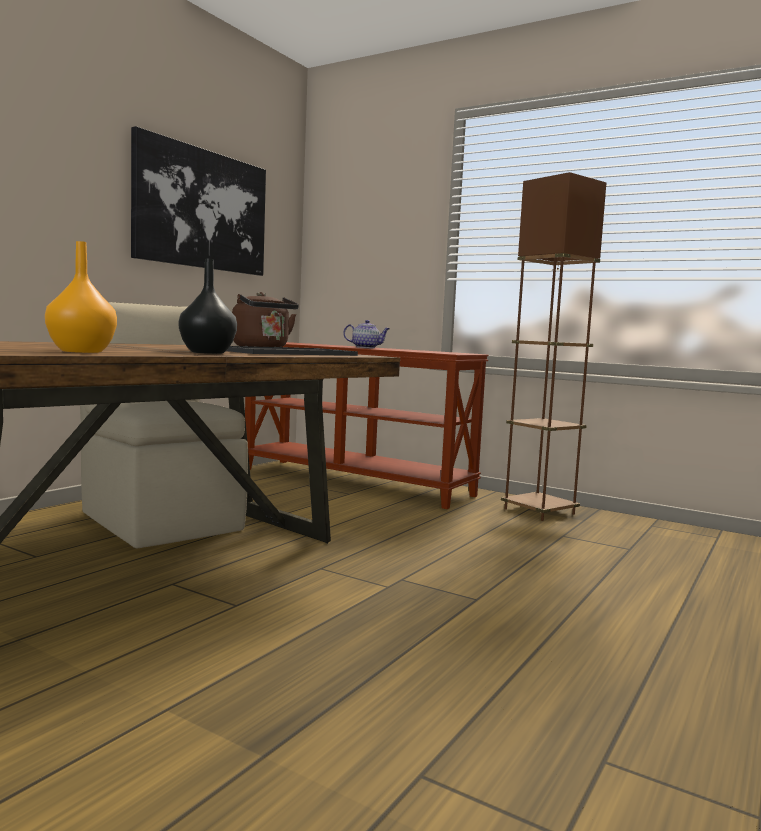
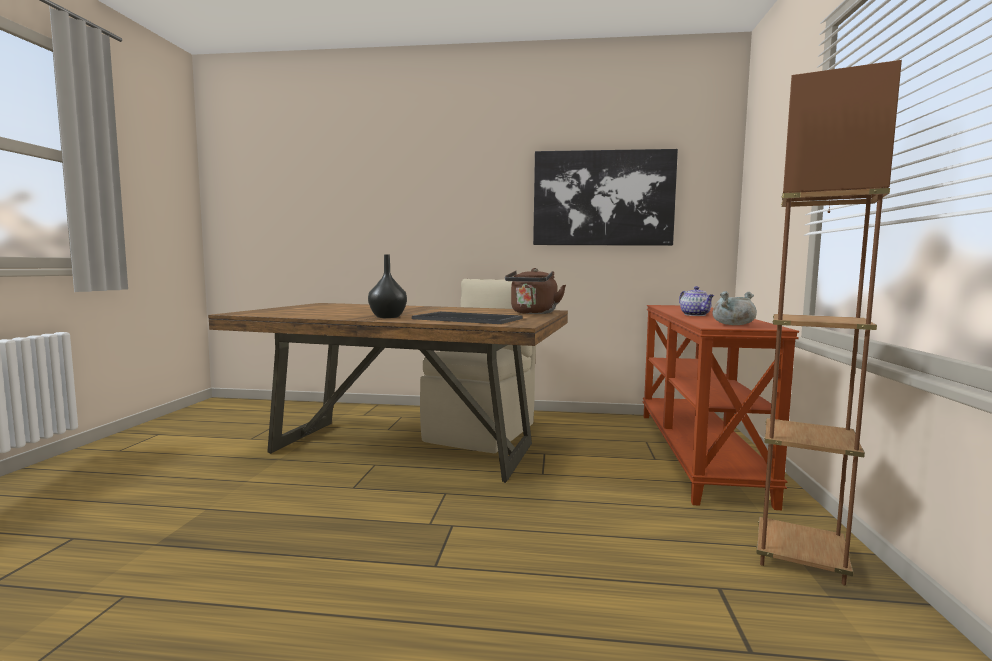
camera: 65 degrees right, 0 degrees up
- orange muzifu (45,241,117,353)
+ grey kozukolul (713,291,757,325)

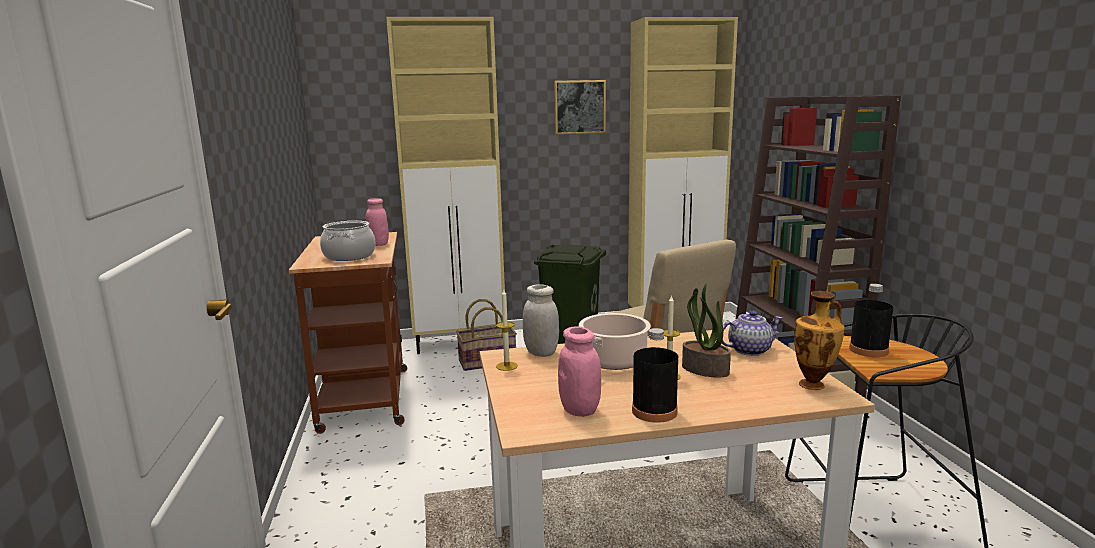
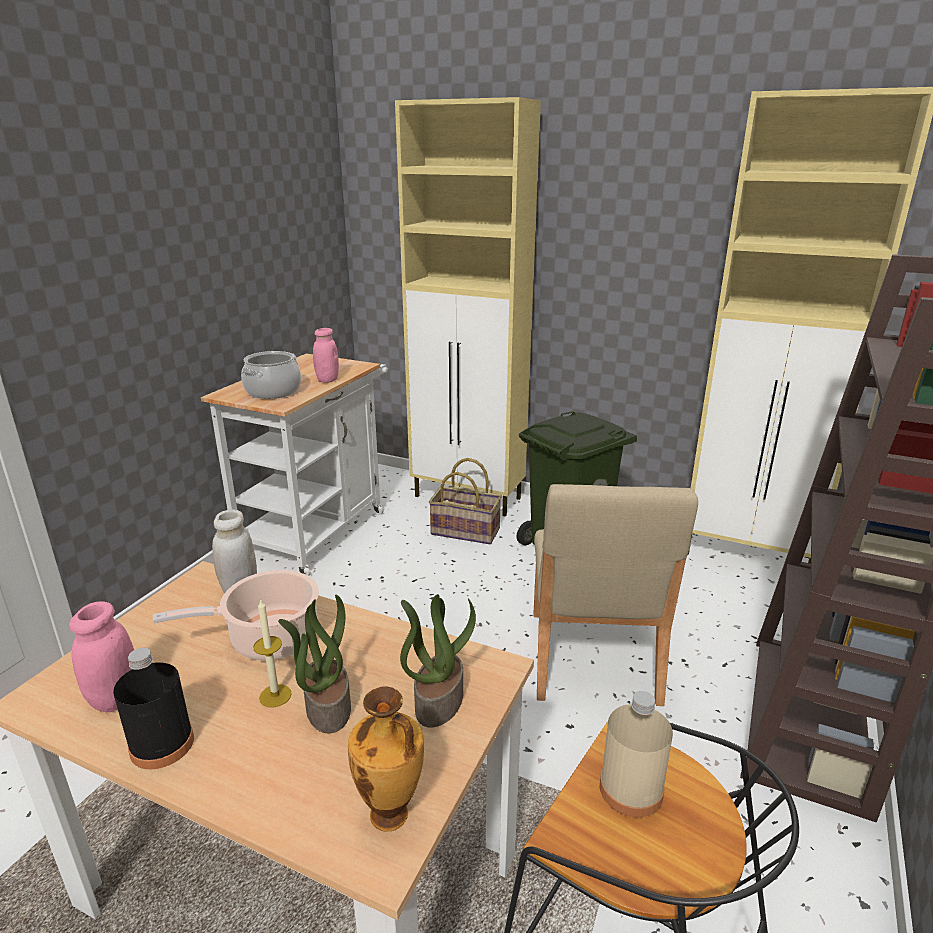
camera: 35 degrees right, 10 degrees up
- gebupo (554,80,606,135)
~ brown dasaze (289,232,407,434) to white dasaze (201,353,388,576)
~ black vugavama (849,284,894,357) to beige vugavama (600,691,673,817)
- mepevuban (496,290,518,371)
~ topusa (722,311,783,356) to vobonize (400,594,476,727)

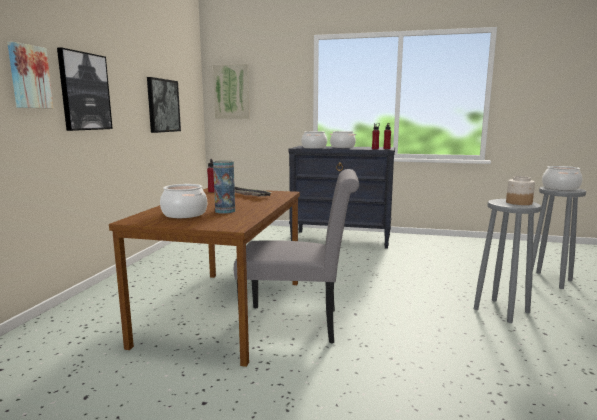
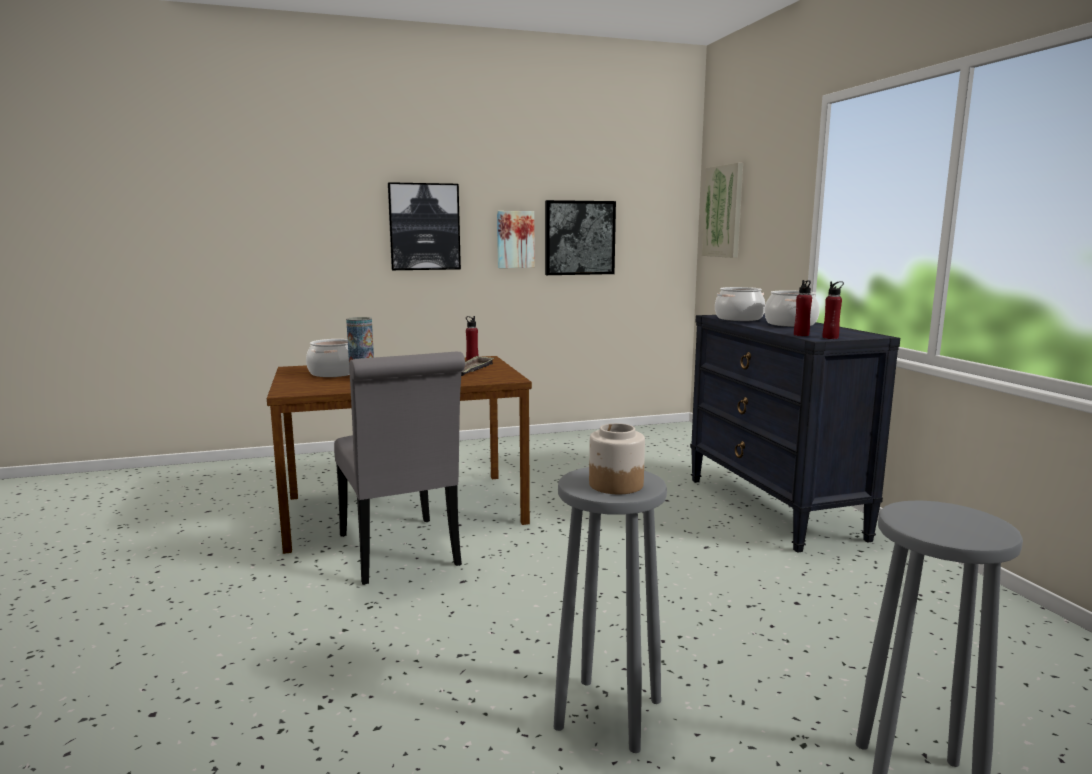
camera: 60 degrees right, 0 degrees up
~ gebupo (7,41,53,108) to (497,211,534,268)
- kozukolul (542,166,582,191)

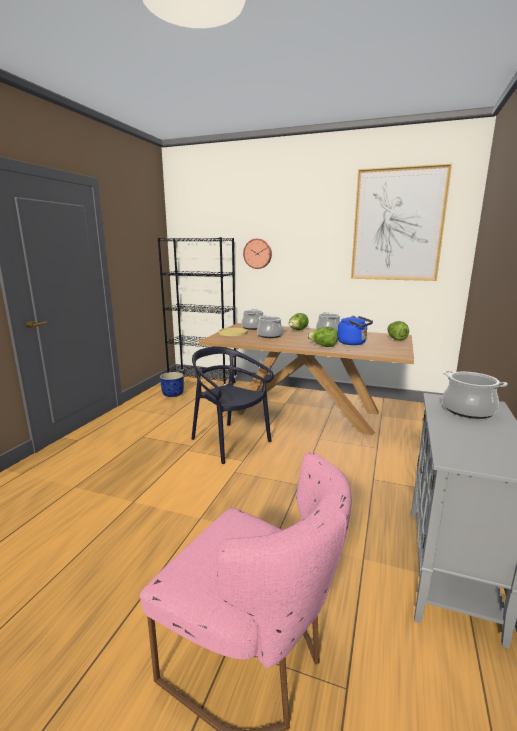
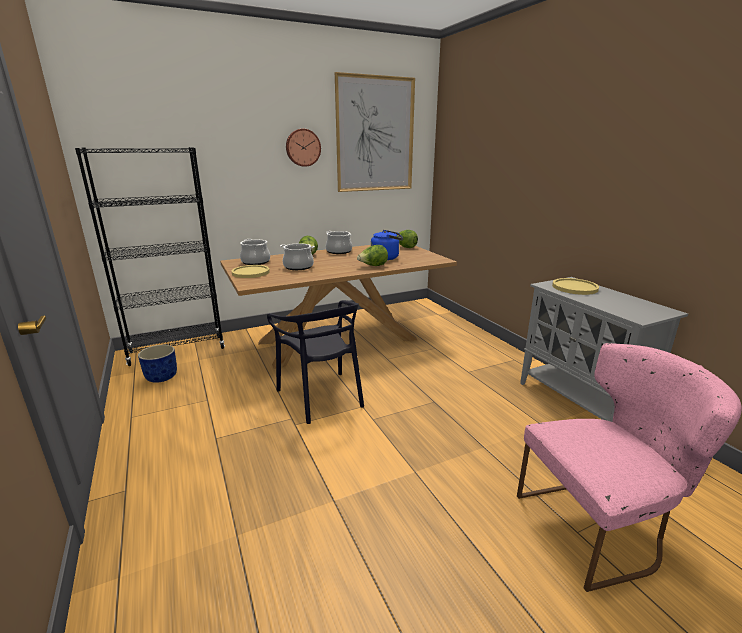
camera: 45 degrees left, 5 degrees up
~ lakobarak (243,239,272,269) to (286,129,321,167)
~ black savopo (191,347,274,464) = (267,300,364,424) 120 degrees counterclockwise
~ kozukolul (443,371,508,419) to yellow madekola (552,278,599,295)

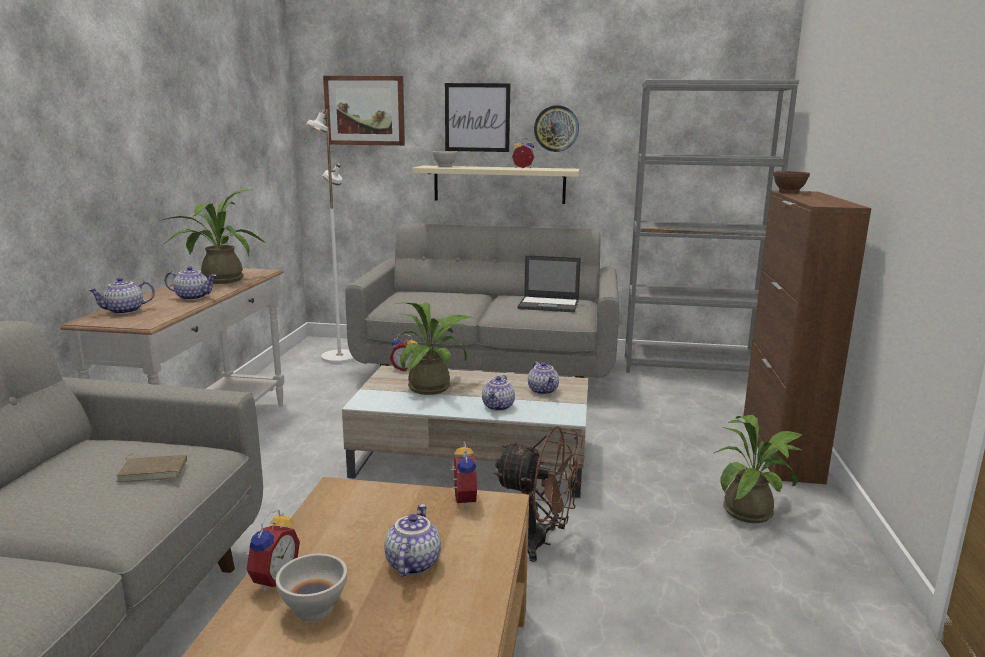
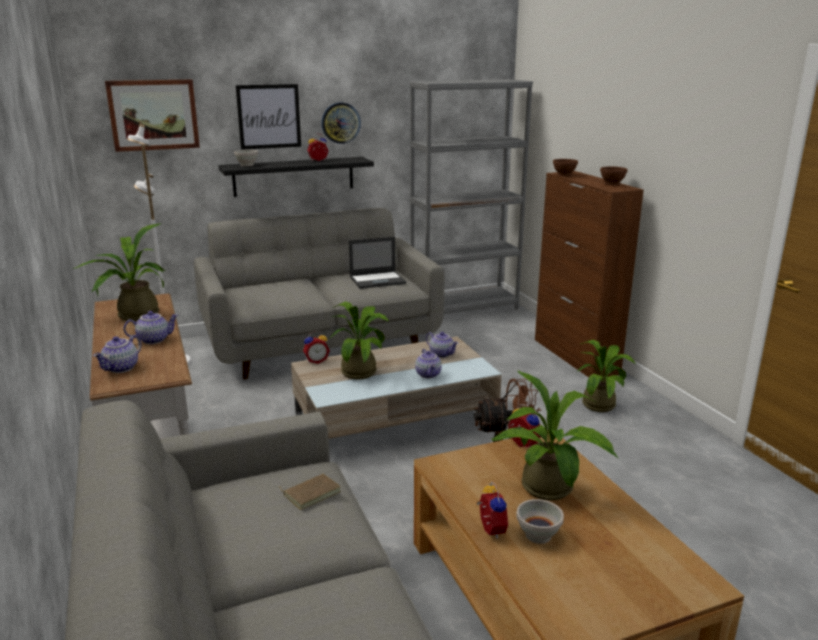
camera: 30 degrees left, 5 degrees up
~ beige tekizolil (412,165,580,204) to black tekizolil (219,157,374,197)
~ topusa (384,504,441,577) to vobonize (491,371,619,500)
+ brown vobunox (600,166,628,185)

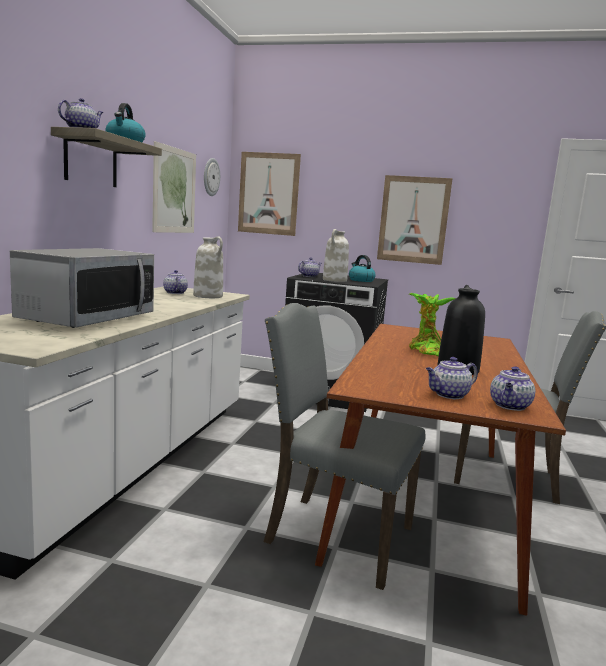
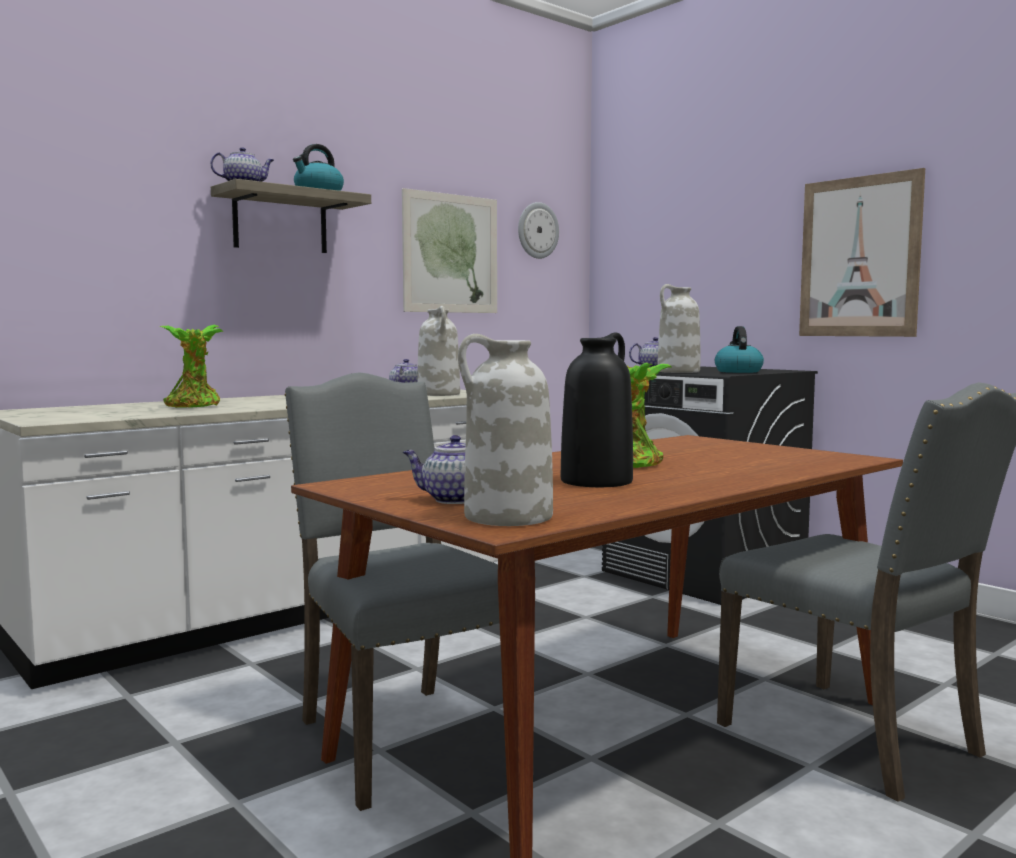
camera: 35 degrees right, 5 degrees down
- gebupo (238,152,301,236)
~ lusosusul (10,248,154,328) to vobonize (159,325,224,408)
~ topusa (490,366,535,411) to white muzifu (458,334,553,526)

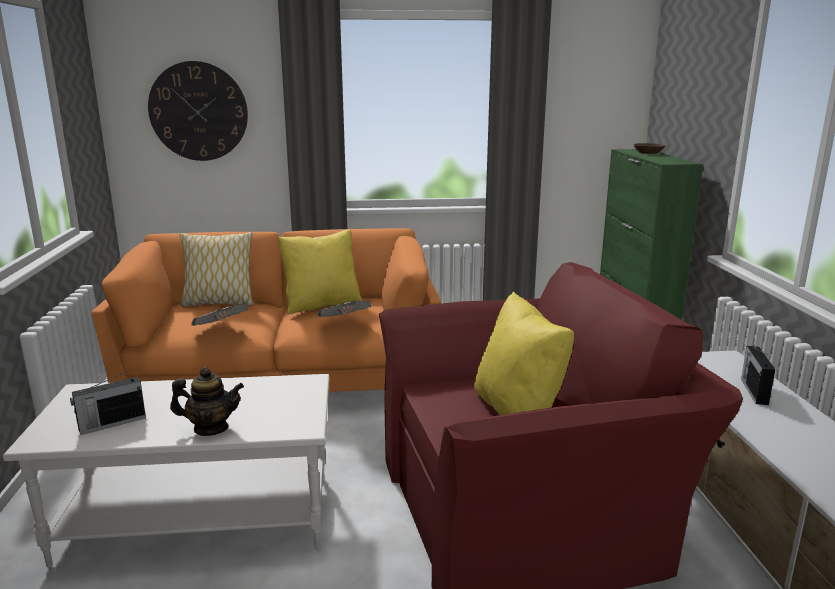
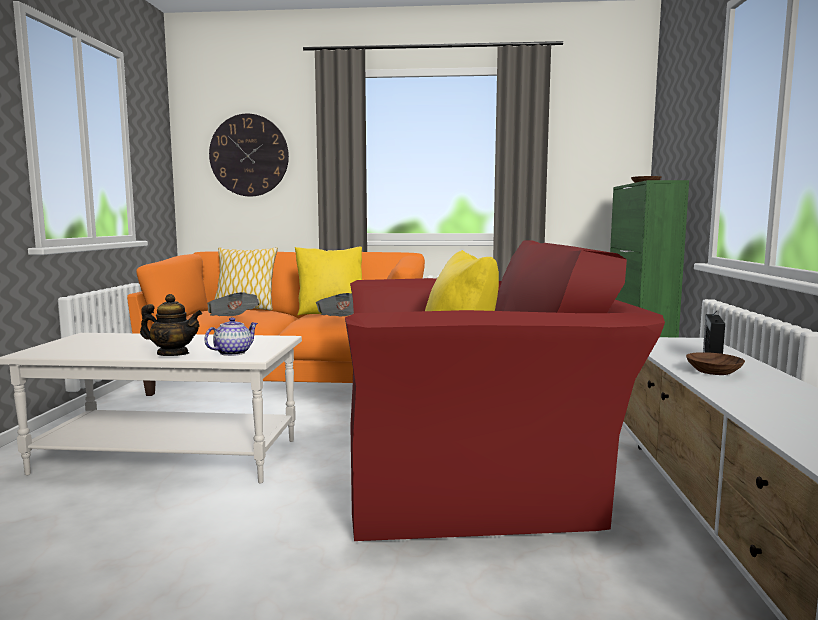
camera: 10 degrees right, 10 degrees down
- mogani (70,370,146,435)
+ topusa (204,317,258,356)
+ brown vobunox (686,352,745,375)

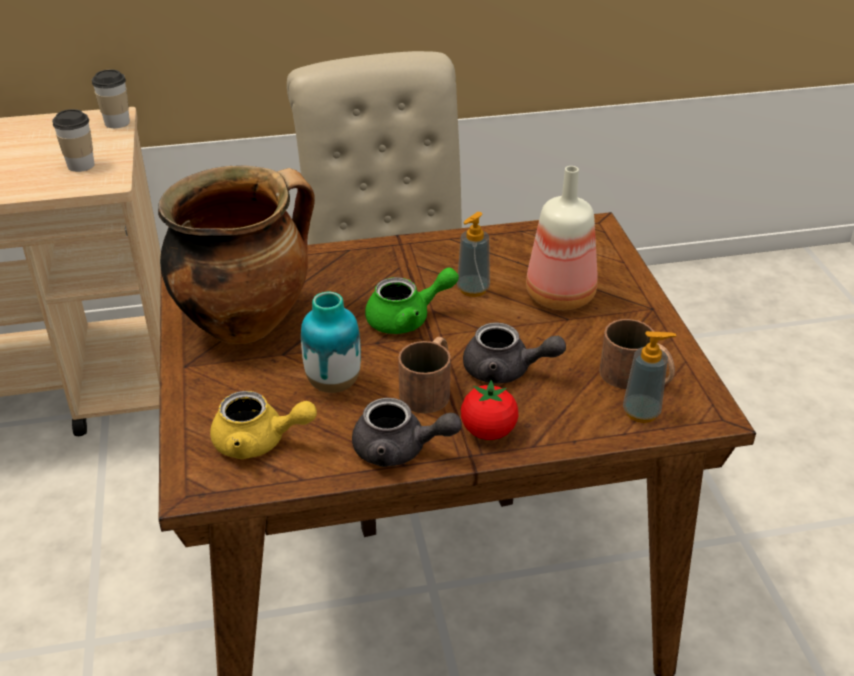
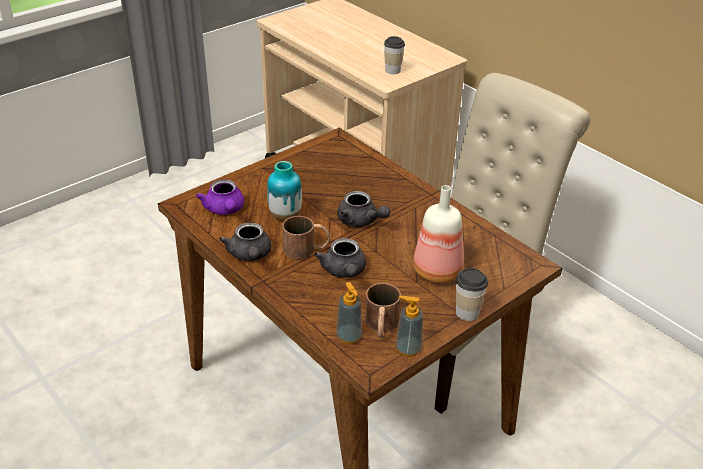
camera: 60 degrees right, 0 degrees up
~ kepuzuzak (92,69,130,128) to (456,268,488,321)
- kozukolul (158,165,315,344)
~ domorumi (457,212,490,297) to (396,296,423,357)
~ green topusa (365,268,459,334) to grey topusa (337,191,390,227)
- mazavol (461,380,518,440)
~ yellow topusa (210,391,317,459) to purple topusa (196,180,244,215)

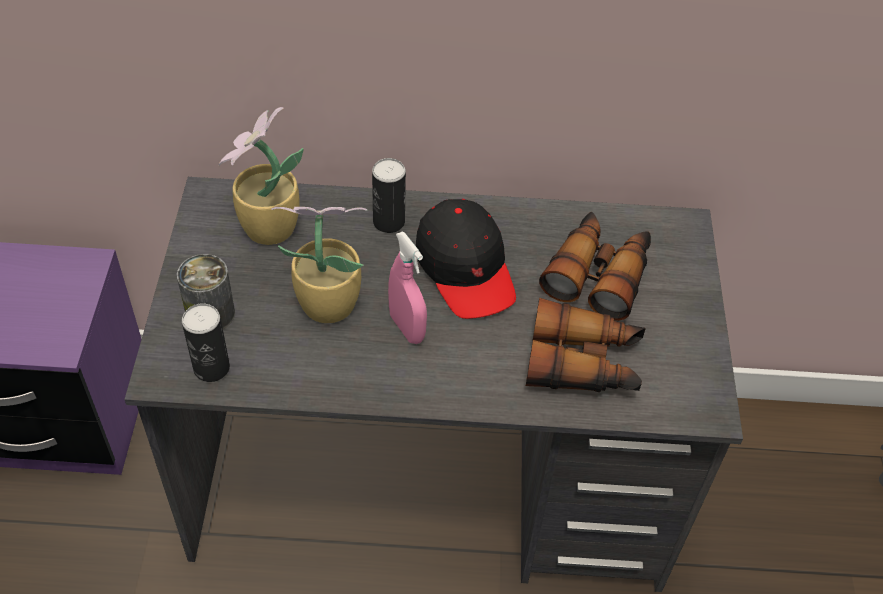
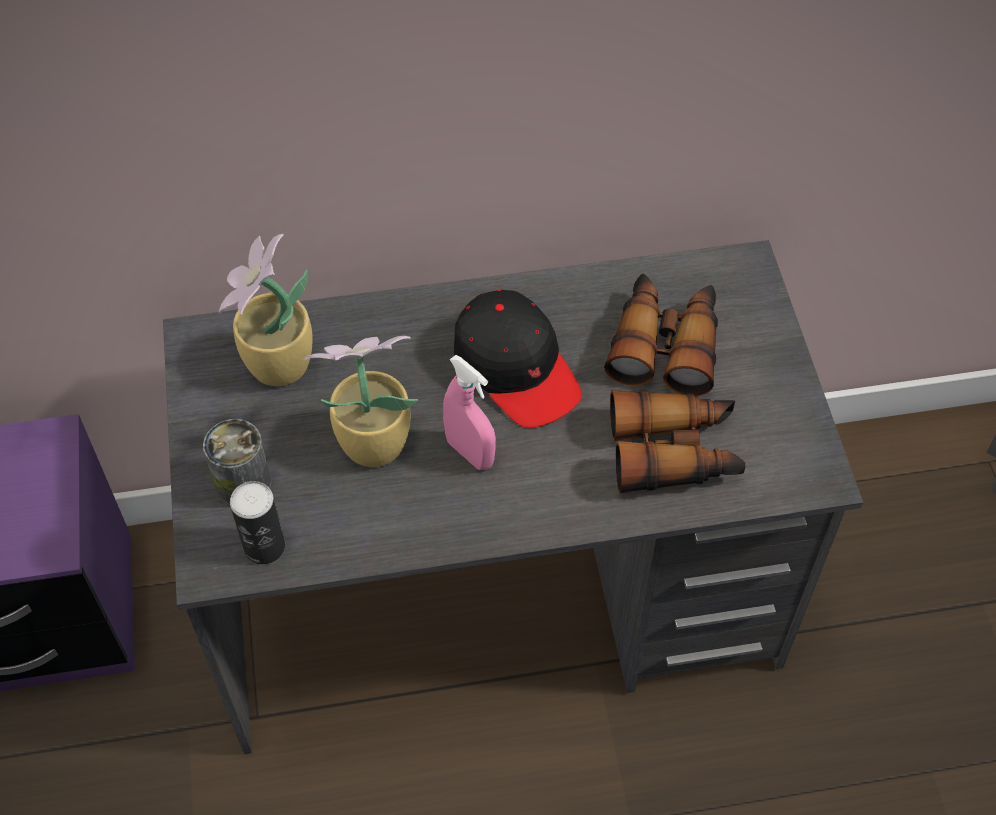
camera: 10 degrees left, 5 degrees up
- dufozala (372,158,406,233)

